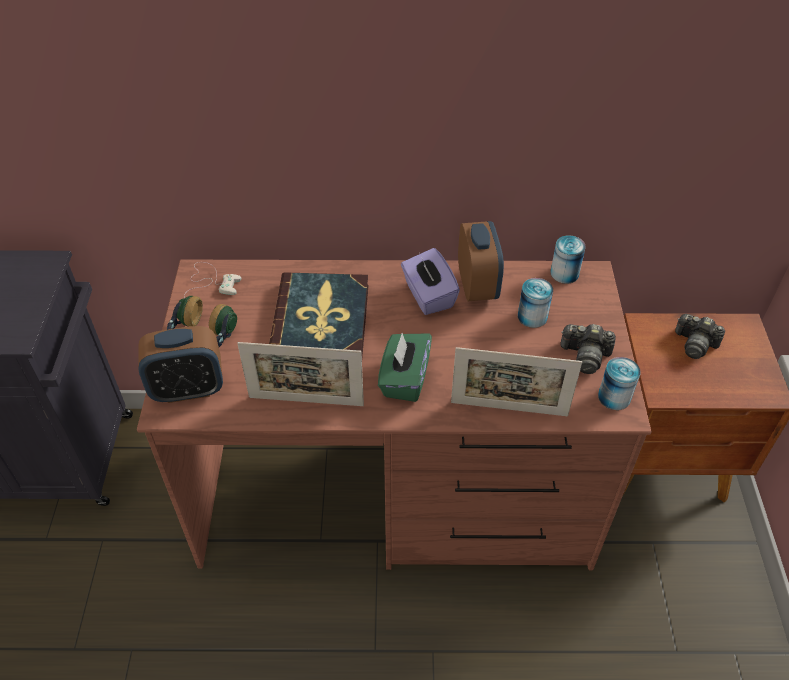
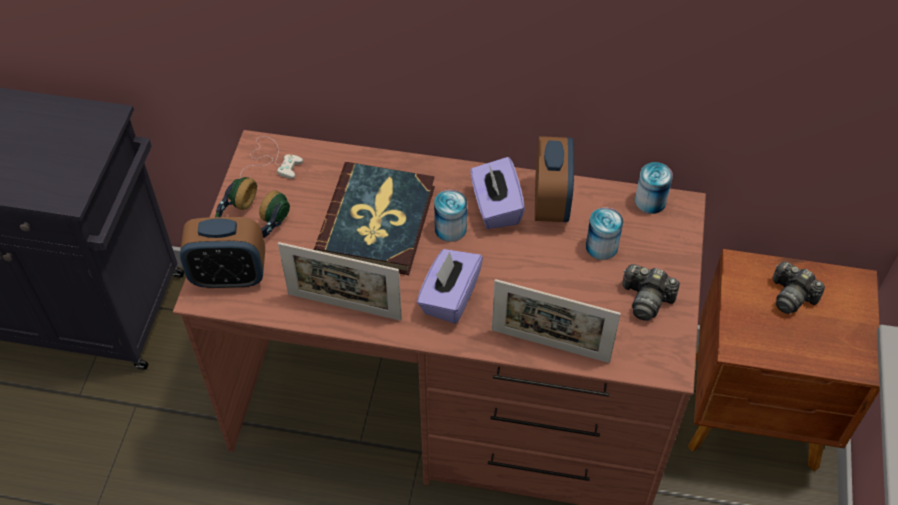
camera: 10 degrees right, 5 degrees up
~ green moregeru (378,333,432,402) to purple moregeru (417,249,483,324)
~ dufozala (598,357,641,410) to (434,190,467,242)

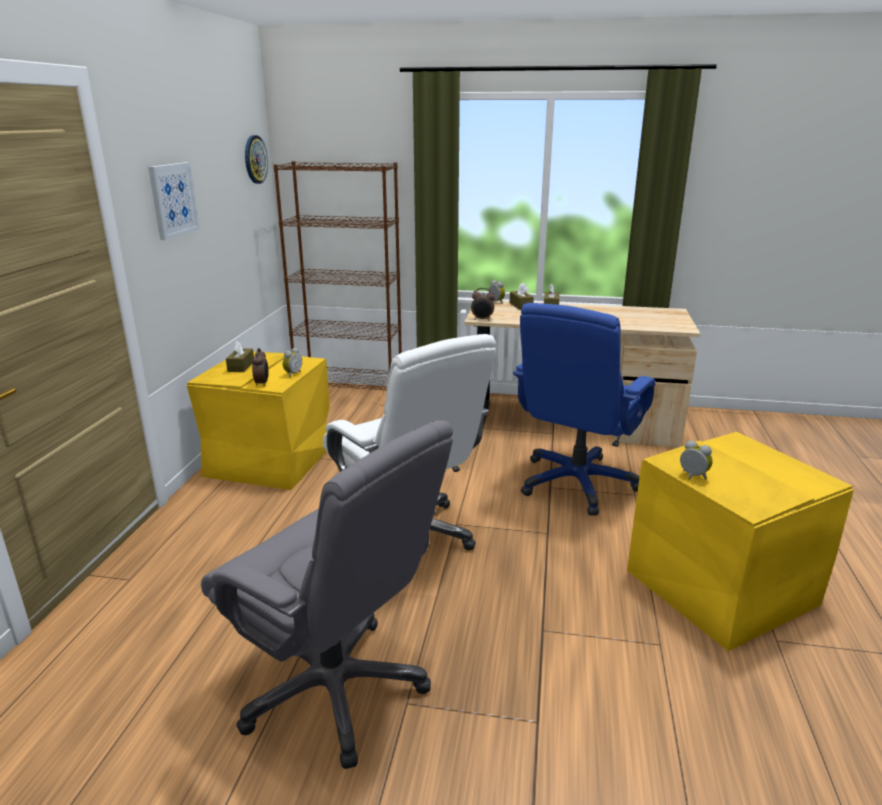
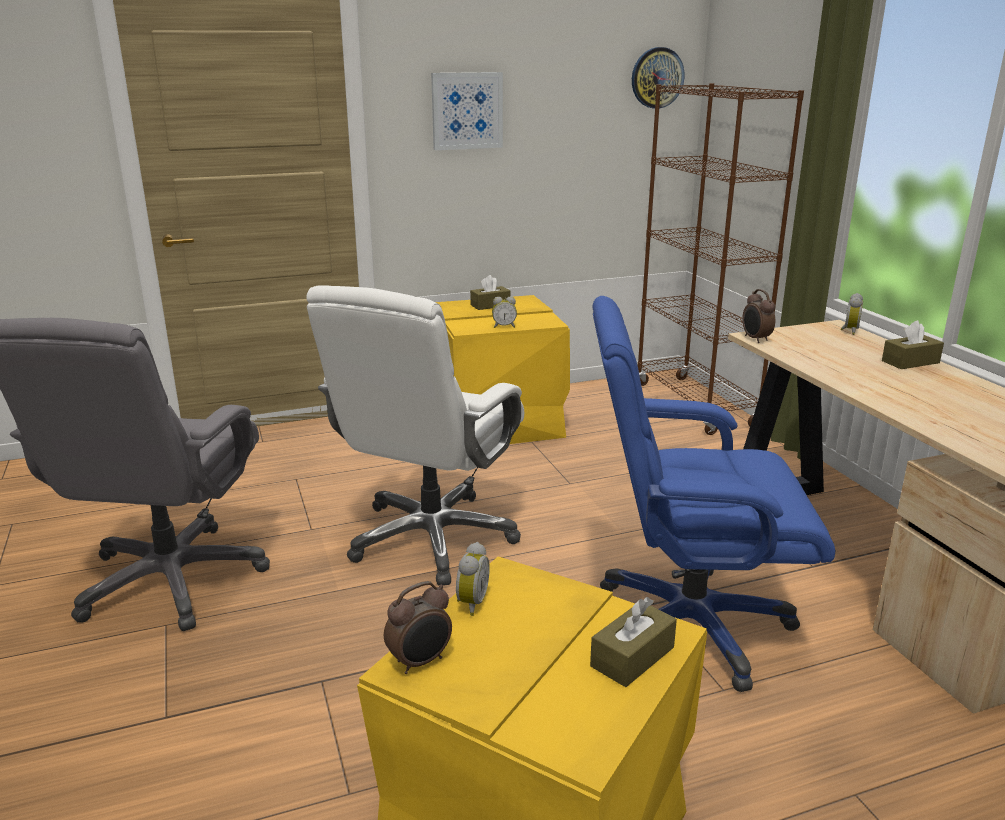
camera: 60 degrees right, 0 degrees up
~ brown moregeru (510,283,534,310) to (590,597,677,687)
~ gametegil (252,348,269,387) to (384,581,452,674)

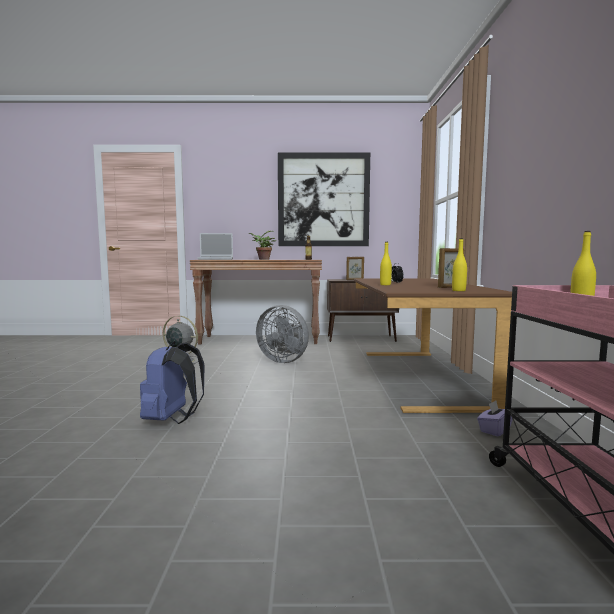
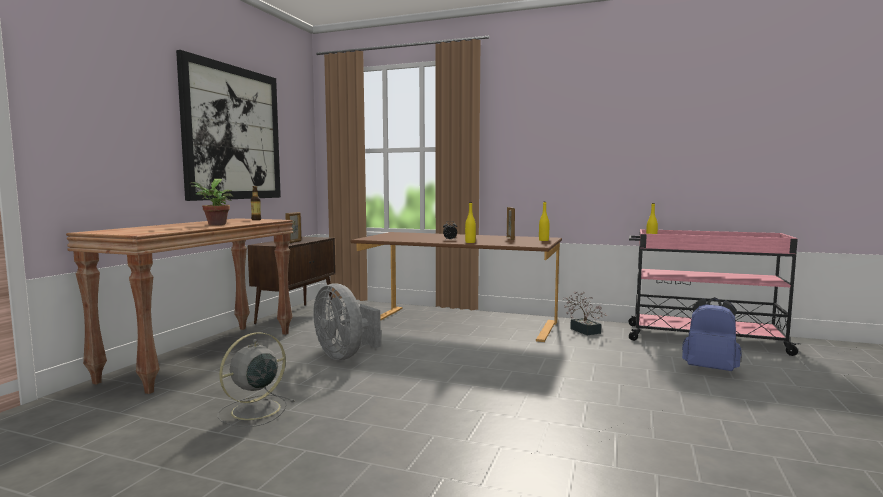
camera: 70 degrees left, 0 degrees up
- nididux (198,233,233,260)
~ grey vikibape (256,305,309,363) = (313,283,381,360) 90 degrees clockwise
~ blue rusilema (140,341,205,424) to (682,297,741,371)
~ purple moregeru (477,400,513,437) to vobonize (563,291,607,335)

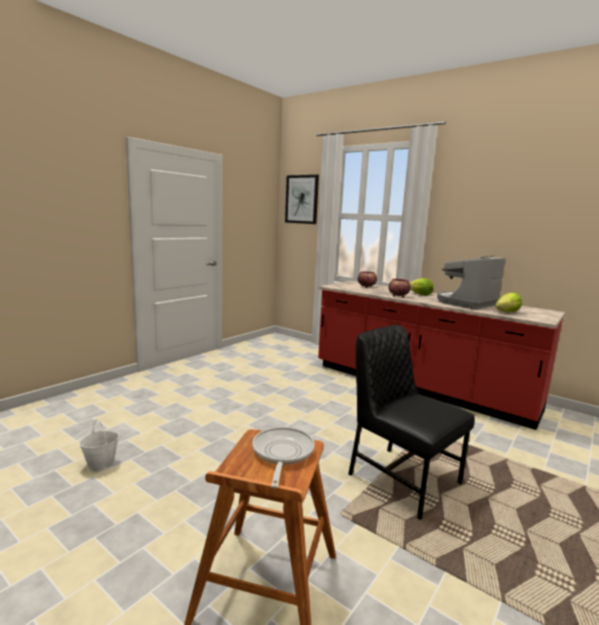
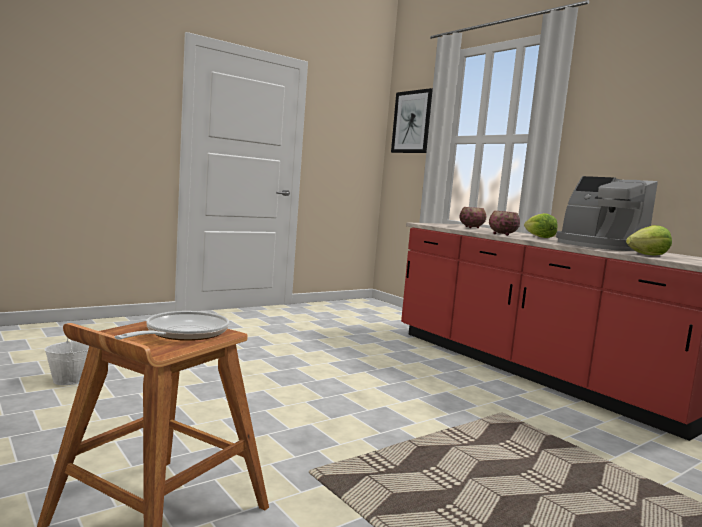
camera: 15 degrees right, 5 degrees down
~ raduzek (437,256,506,309) = (556,176,658,251) 105 degrees counterclockwise
- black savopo (348,325,475,520)

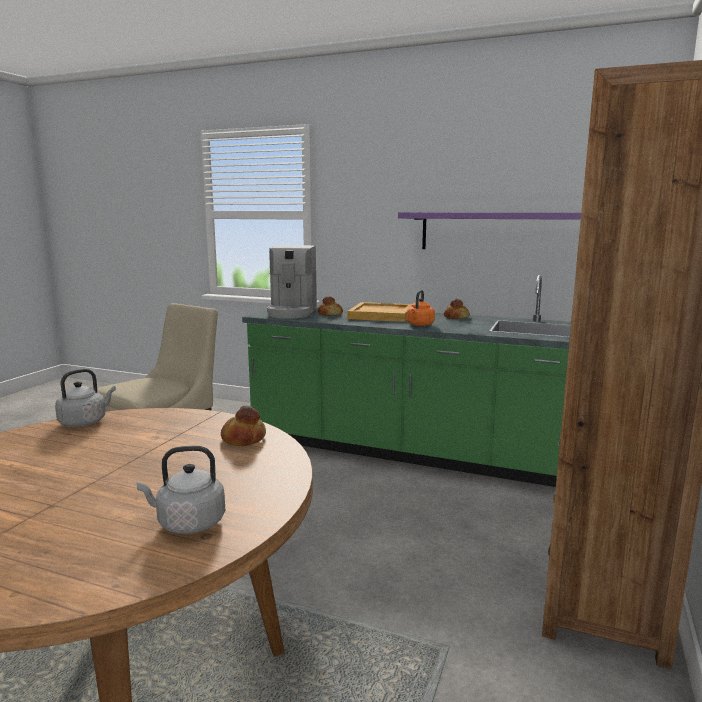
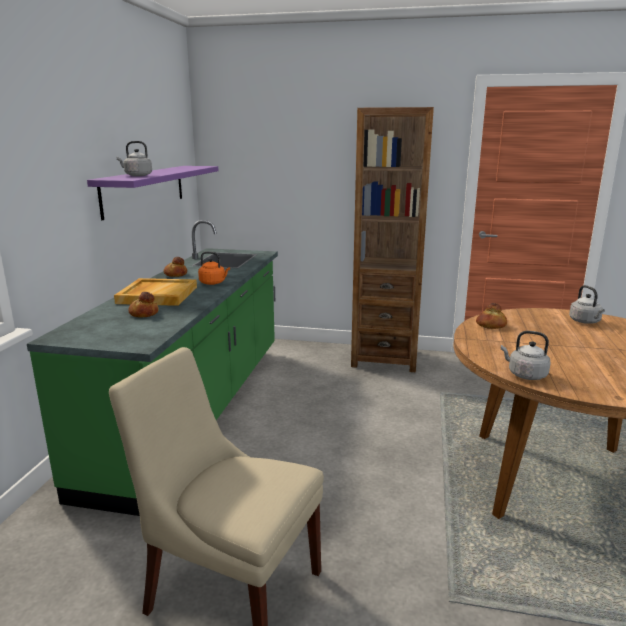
camera: 100 degrees left, 5 degrees up
- raduzek (267,245,317,319)
+ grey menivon (116,141,152,176)

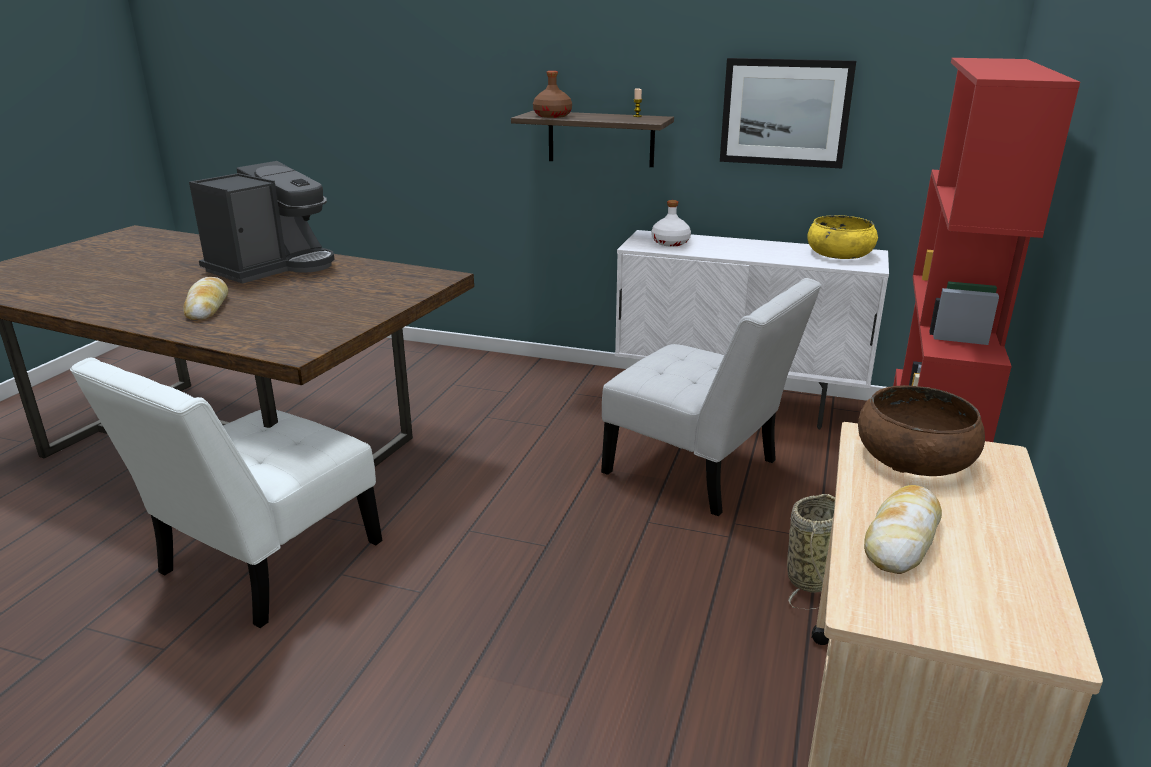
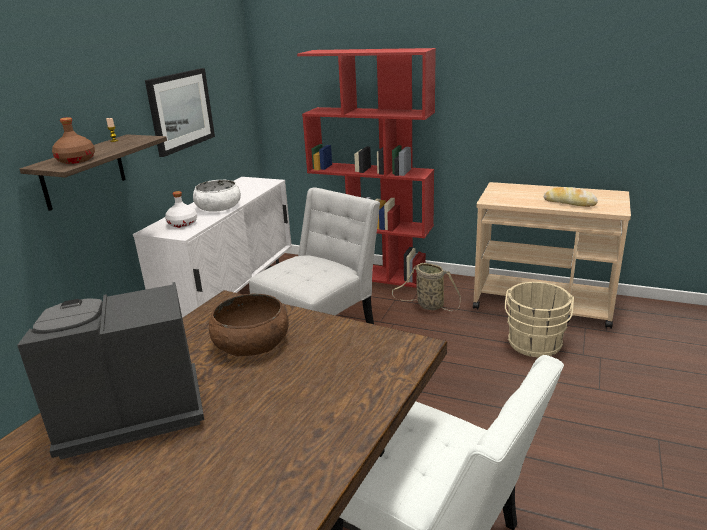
camera: 85 degrees left, 0 degrees up
~ raduzek (189,161,334,284) = (17,282,204,460) 60 degrees counterclockwise
- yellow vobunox (807,215,878,259)
- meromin (183,277,228,320)
~ brown vobunox (858,385,985,476) to (209,294,289,357)
+ white vobunox (193,180,241,212)
+ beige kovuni (505,282,574,357)

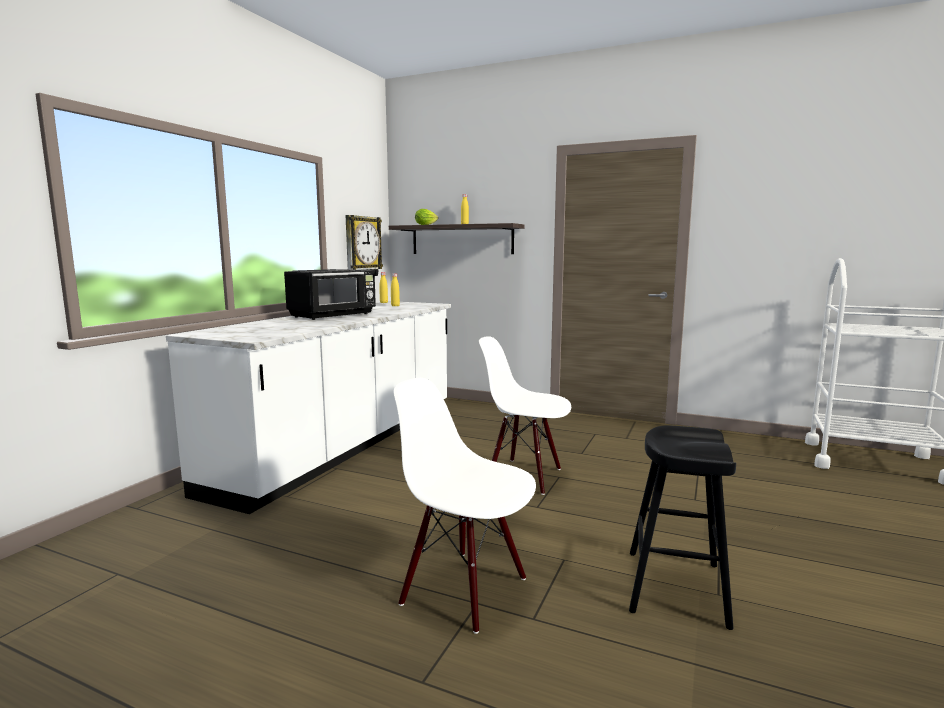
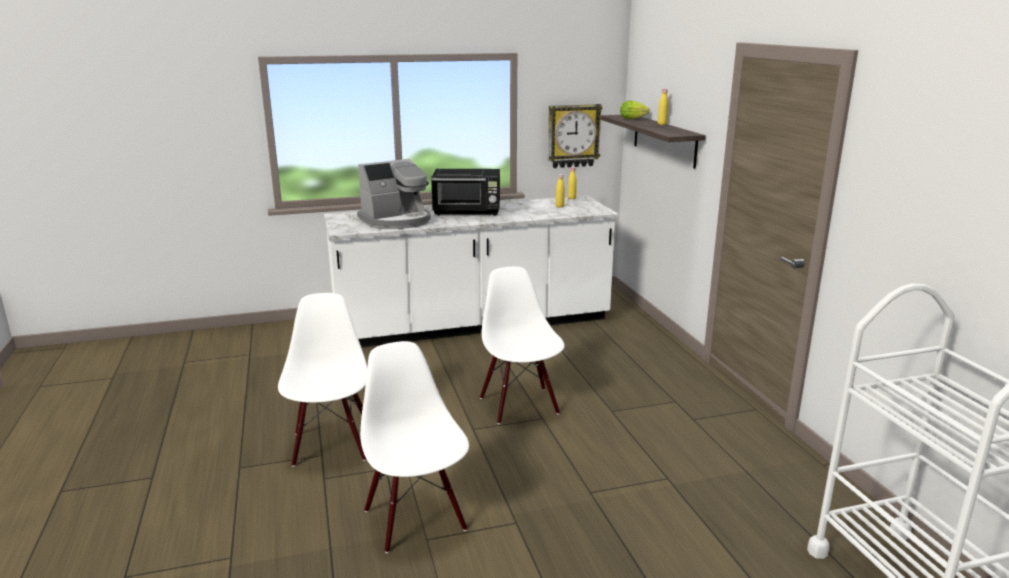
camera: 50 degrees right, 10 degrees up
~ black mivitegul (629,425,736,630) to white savopo (360,341,469,553)
+ raduzek (357,159,430,229)

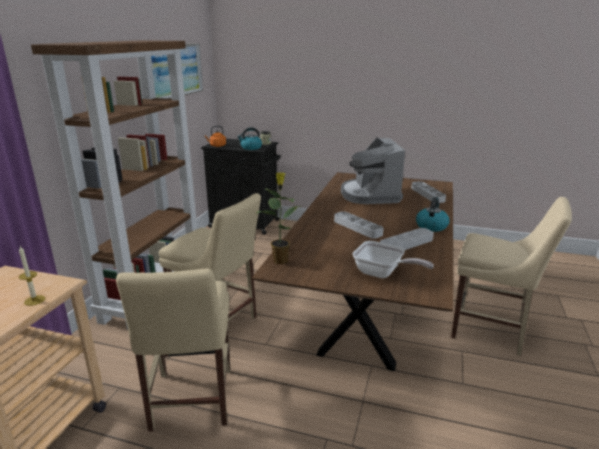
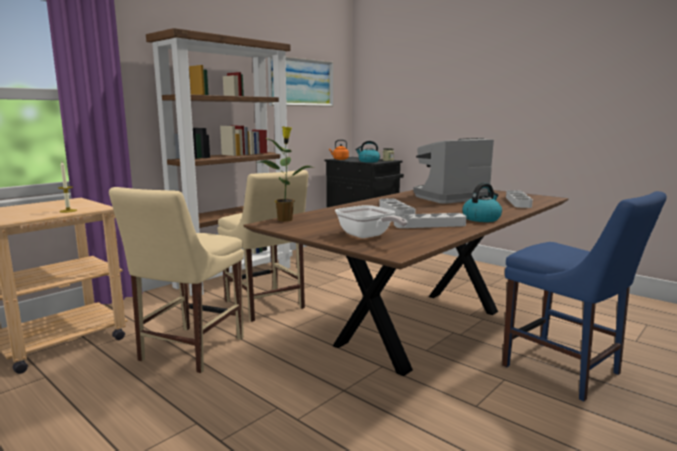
camera: 25 degrees right, 10 degrees down
~ raduzek (341,137,405,204) = (413,138,494,204) 45 degrees clockwise
~ beige savopo (451,197,572,356) to blue savopo (502,191,667,401)

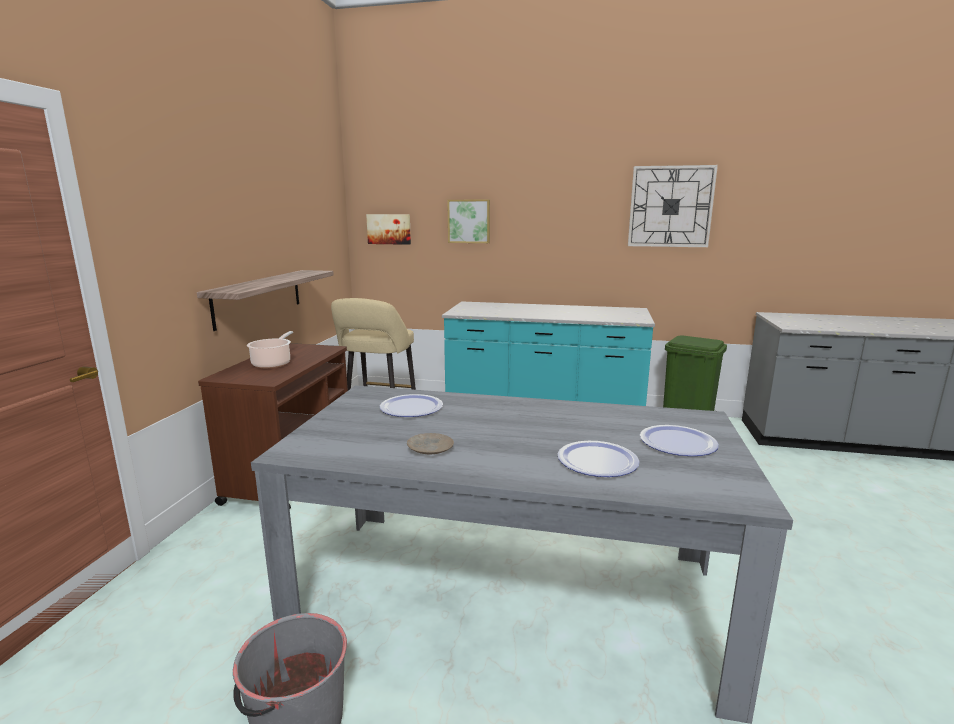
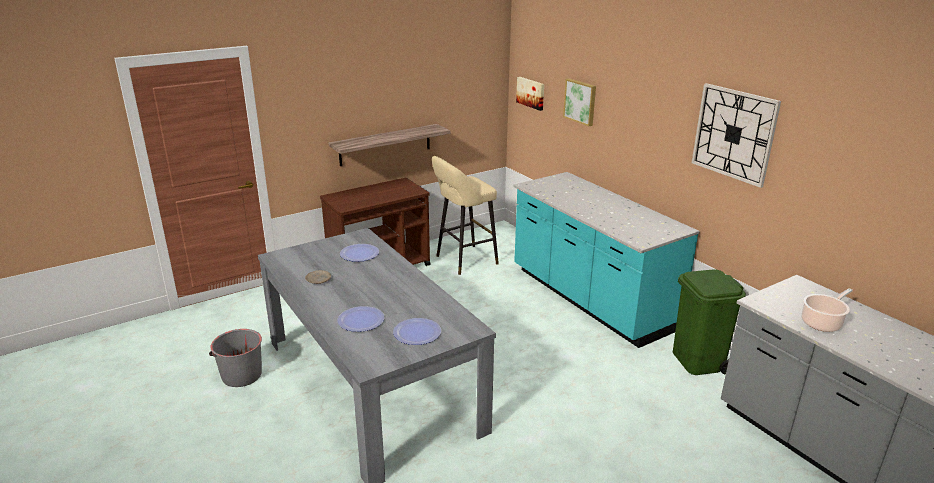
camera: 45 degrees right, 10 degrees up
~ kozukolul (247,331,293,368) to (801,288,853,332)

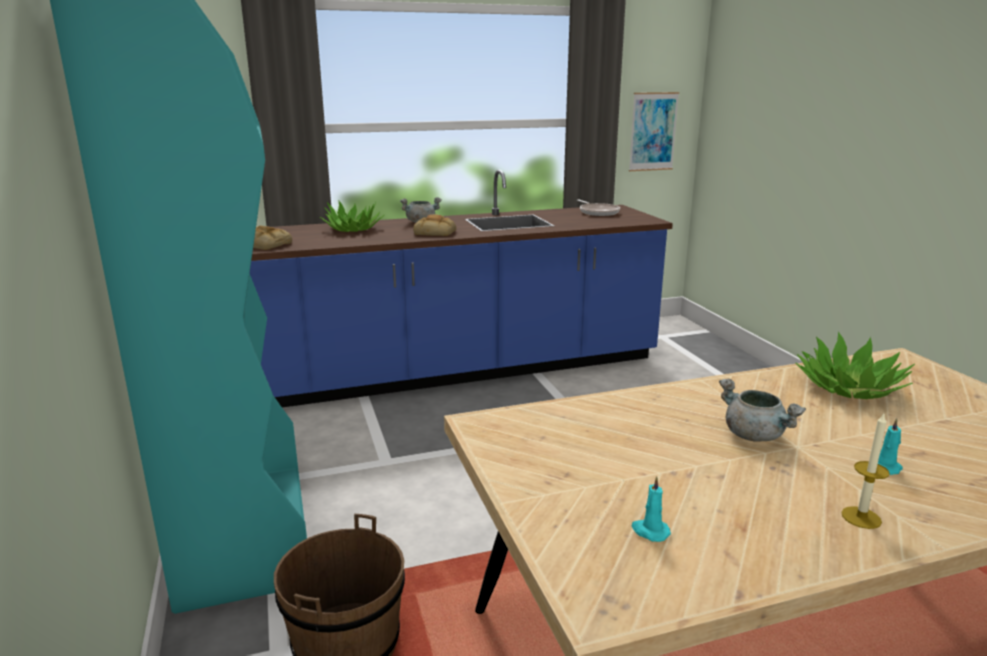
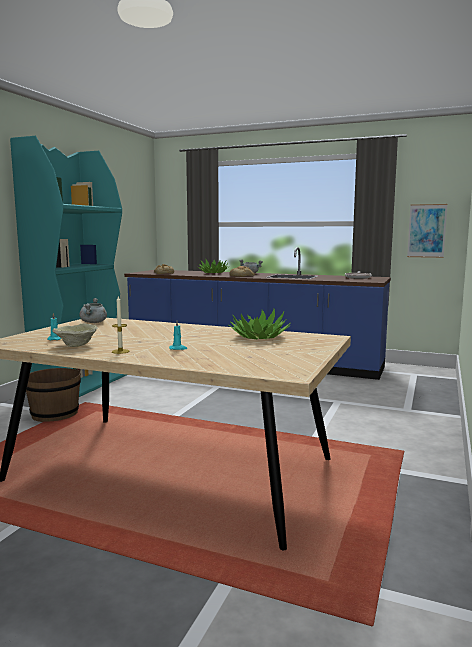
camera: 40 degrees right, 10 degrees down
~ grey kozukolul (719,379,806,442) to (79,298,107,323)
+ beige vobunox (52,323,97,347)

